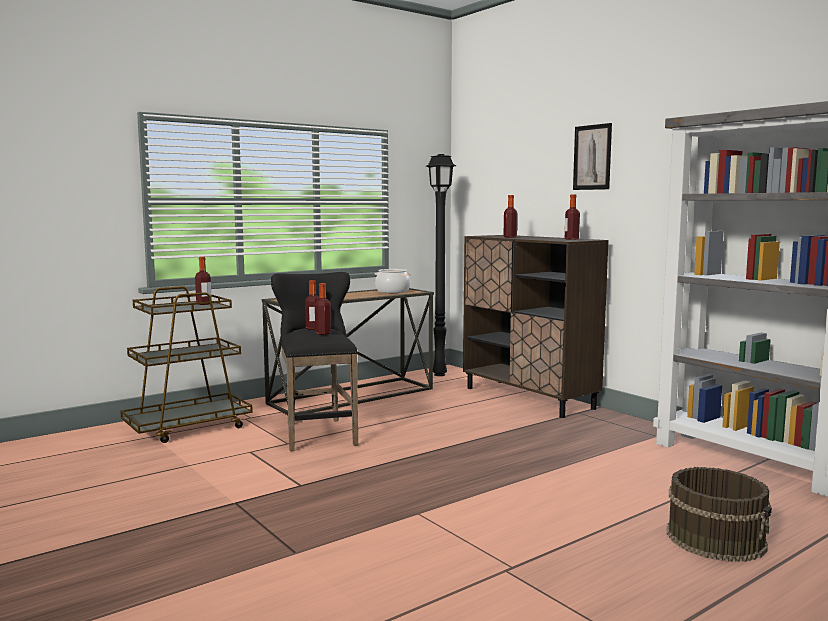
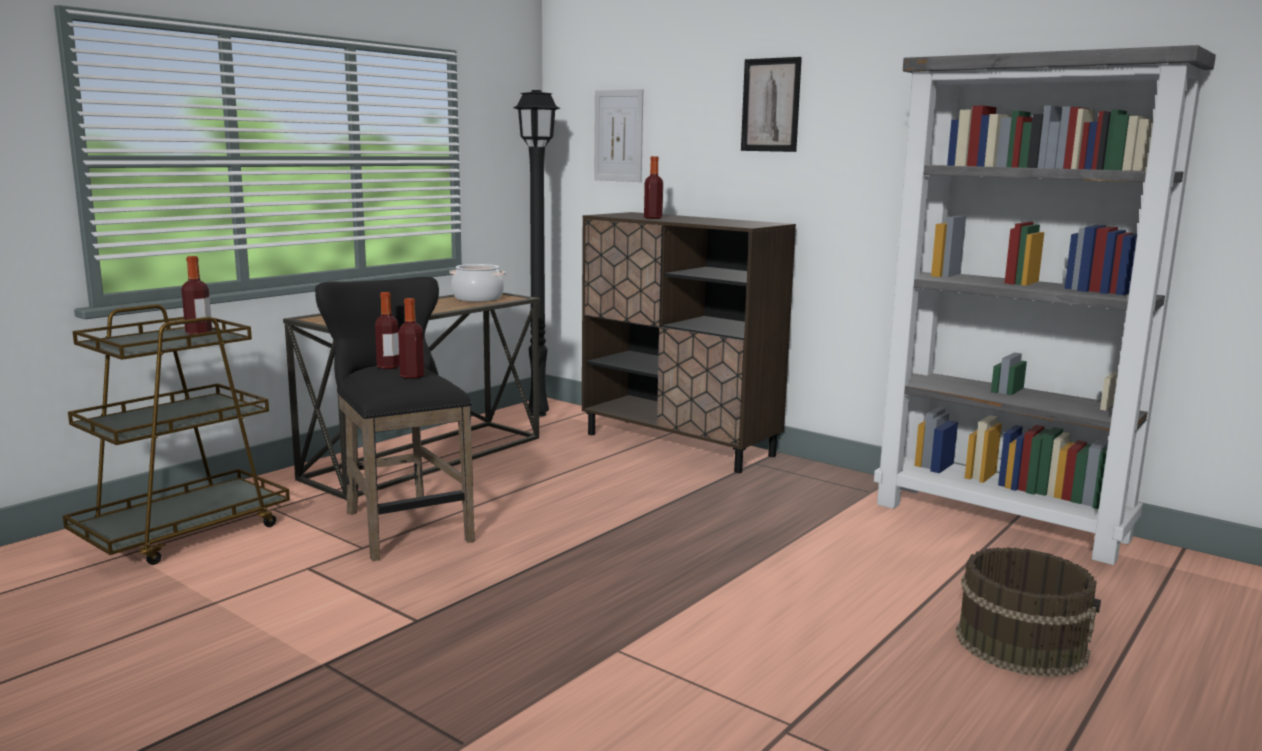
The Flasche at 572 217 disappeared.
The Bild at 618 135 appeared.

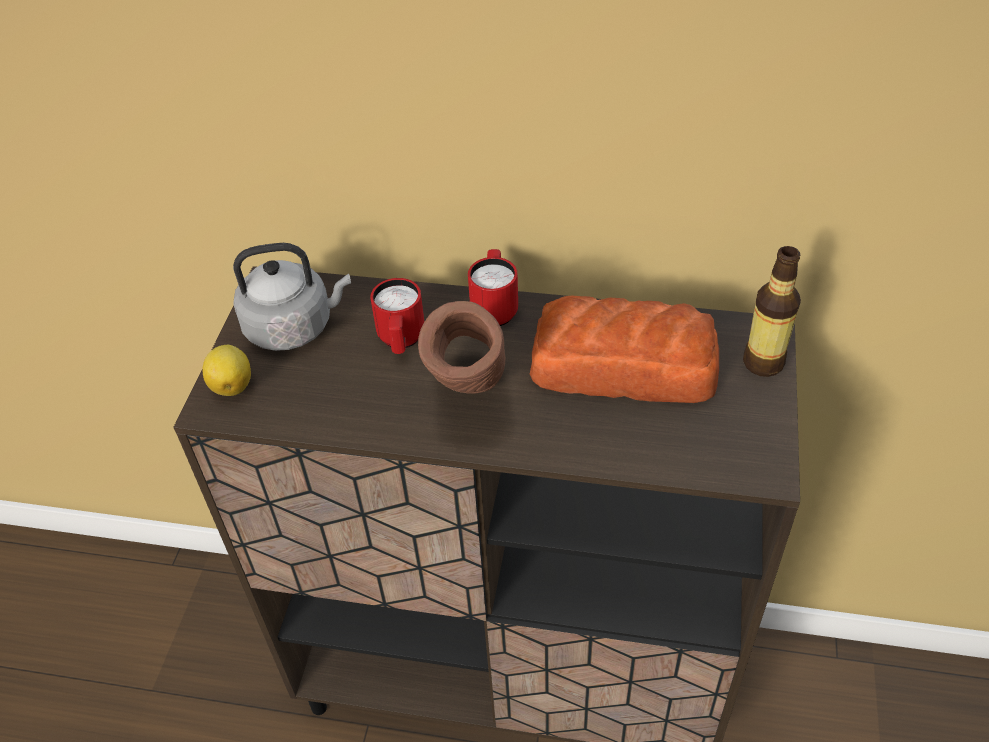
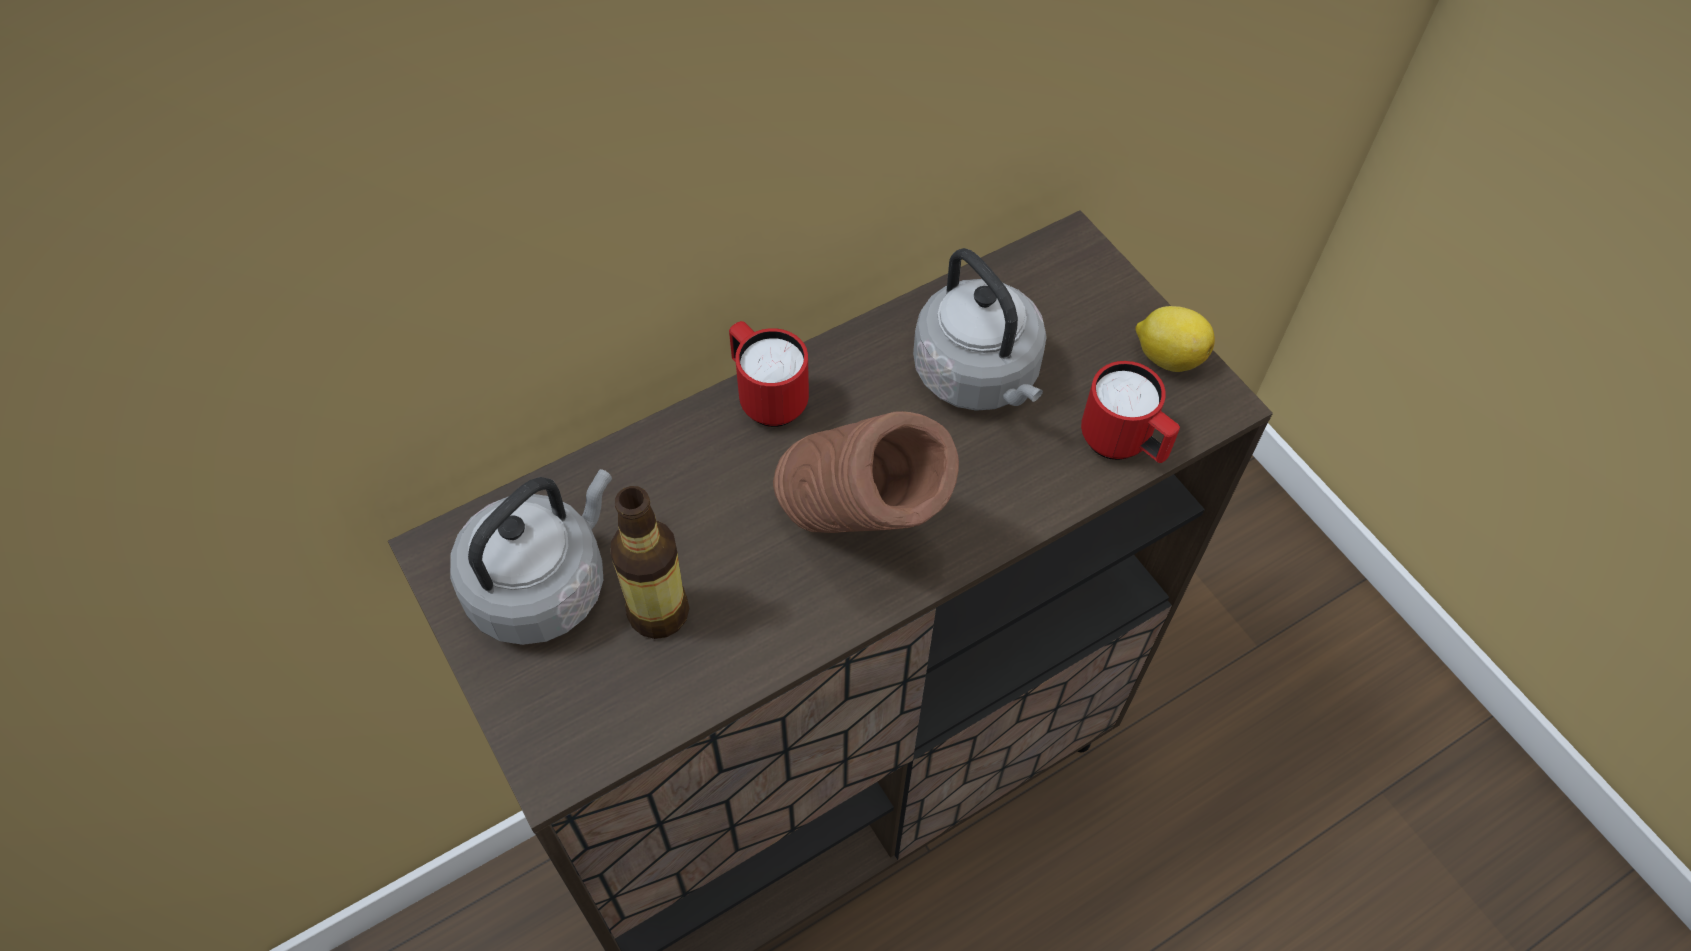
The Flasche moved from 772 311 to 649 562.
The Henkelbecher/rot moved from 397 316 to 1130 412.
The Brot at 624 349 was replaced by the Wasserkessel/grau at 980 329.
The Zitrone moved from 227 370 to 1175 339.

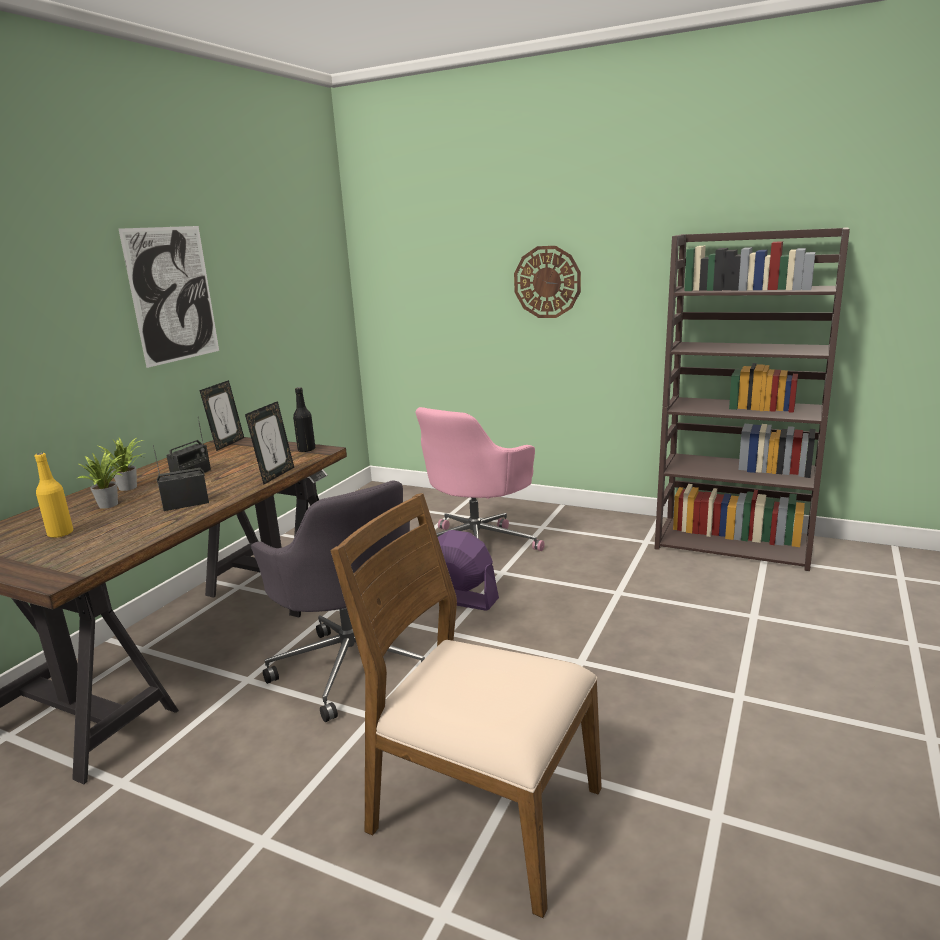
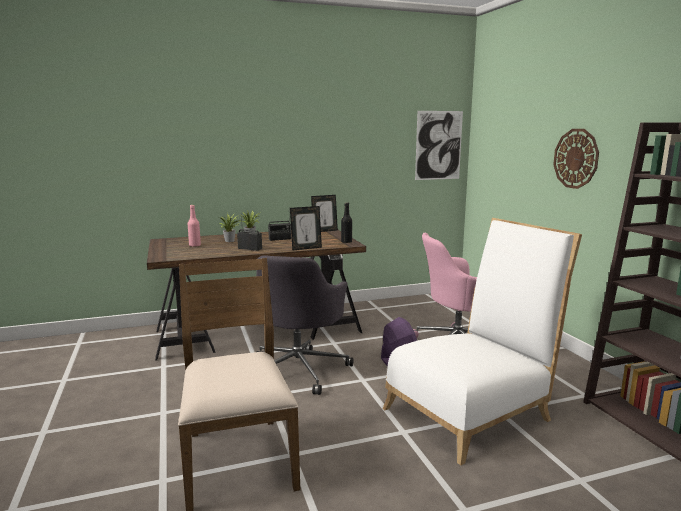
The Bild moved from 169 297 to 439 145.
The Flasche/gelb at 53 495 became the Flasche/rosa at 194 226.
The Stuhl/weiß at 482 341 appeared.

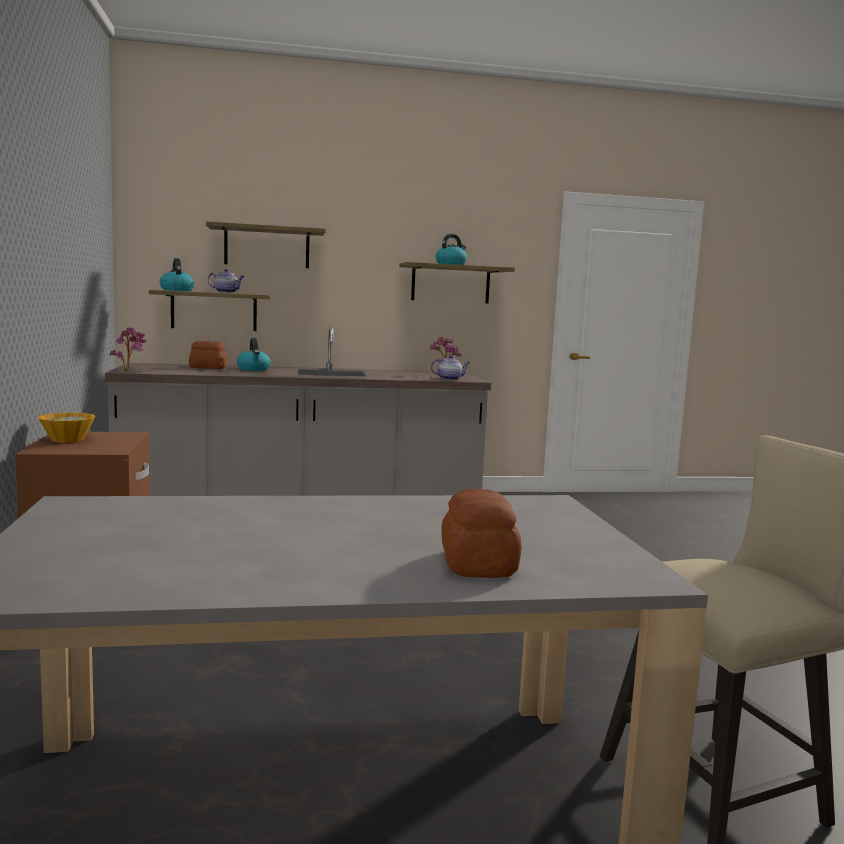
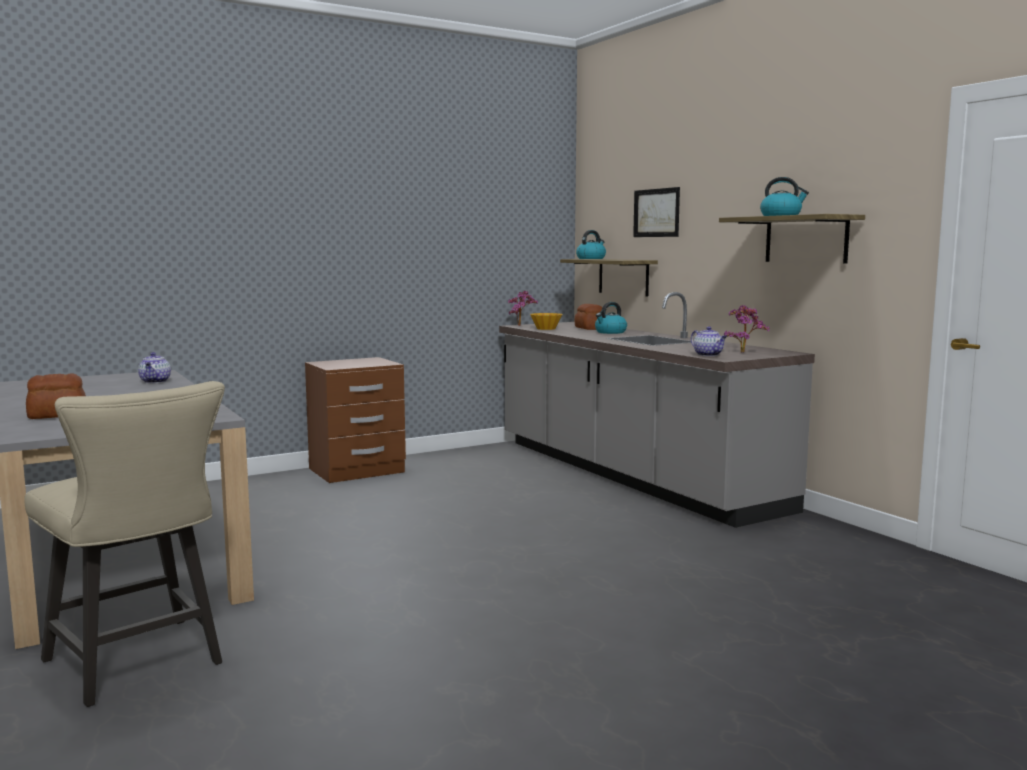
The Wandregal at 266 245 was replaced by the Bild at 656 212.
The Teekanne moved from 226 281 to 154 367.
The Schüssel moved from 67 428 to 546 321.

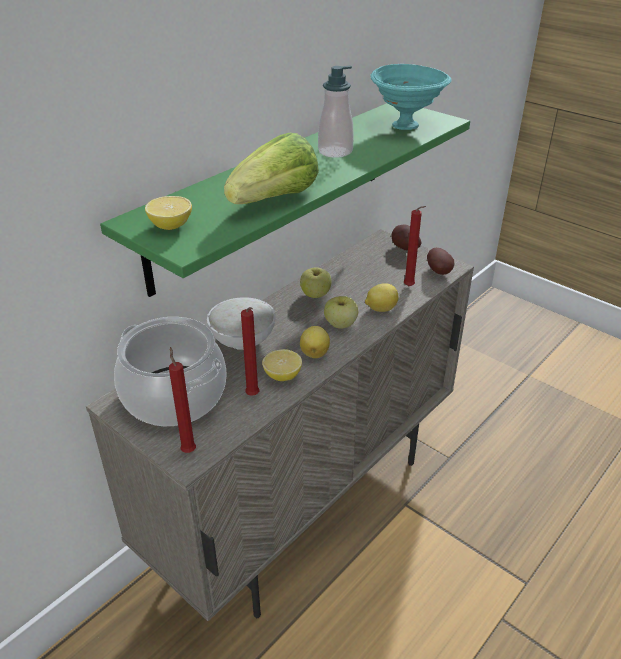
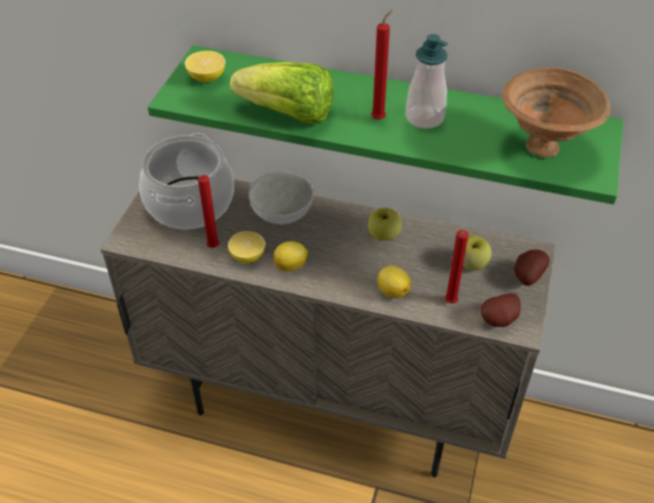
The Schüssel/türkis at 411 97 became the Schüssel/braun at 556 112.
The Apfel moved from 341 312 to 477 252.
The Kerze/rot moved from 182 400 to 382 64.

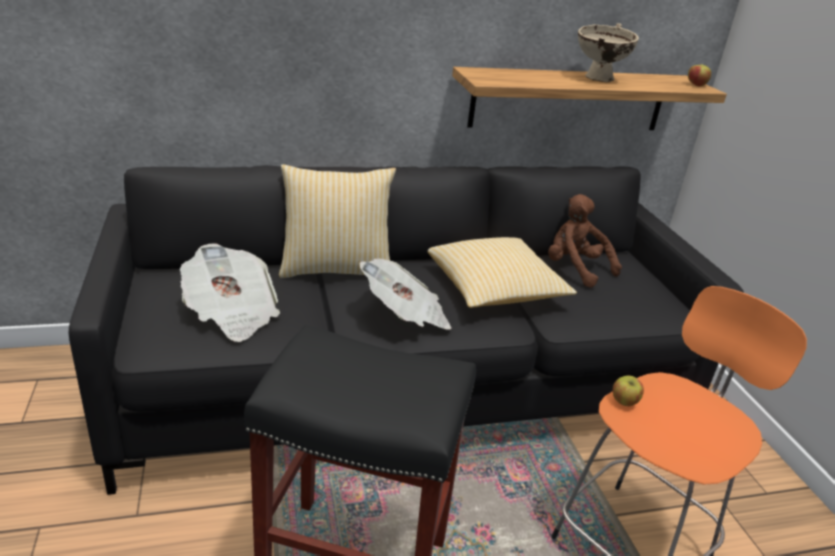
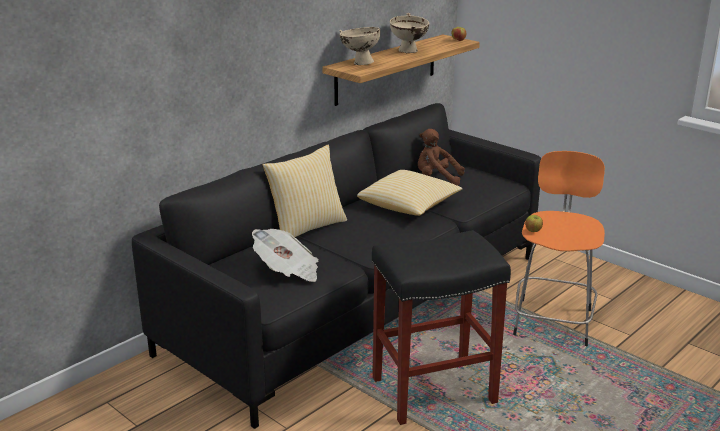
The Zeitung at 406 294 disappeared.
The Schüssel/beige at 359 46 appeared.

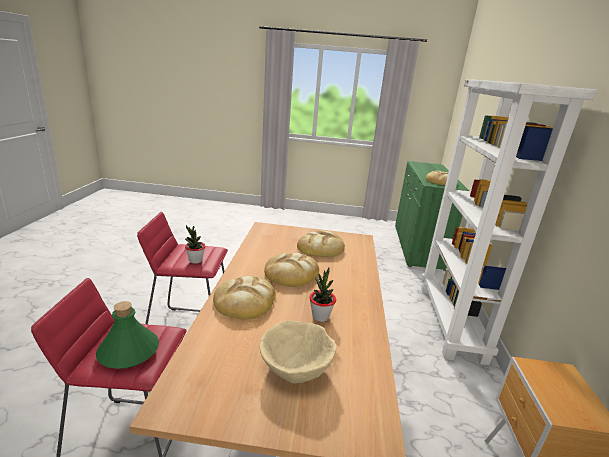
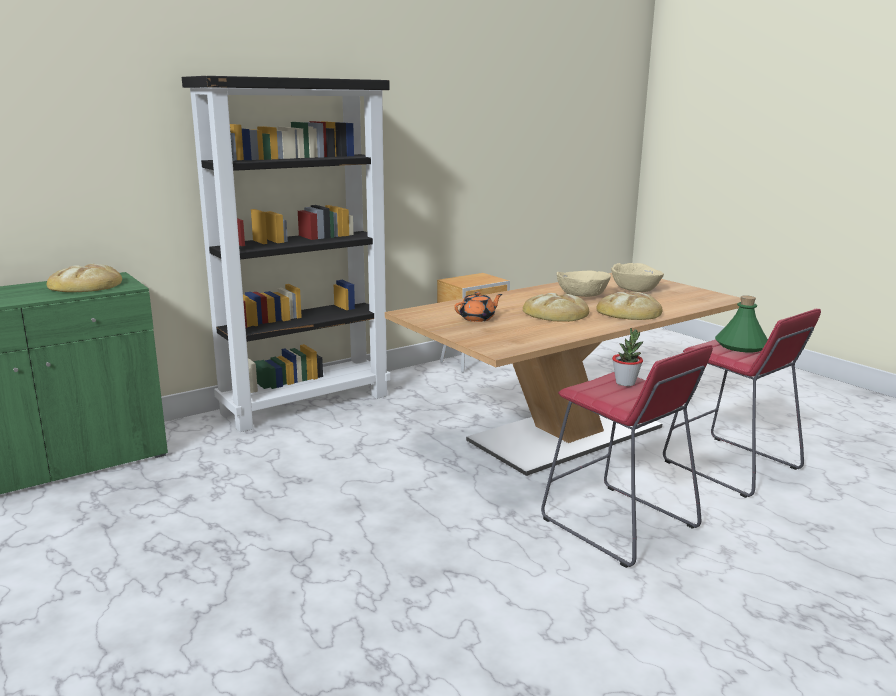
The Bücherregal/weiß at 509 222 became the Bücherregal/schwarz at 286 254.
The Brot at 321 243 was replaced by the Teekanne/orange at 478 307.
The Topfpflanze at 322 294 was replaced by the Schüssel/beige at 584 284.

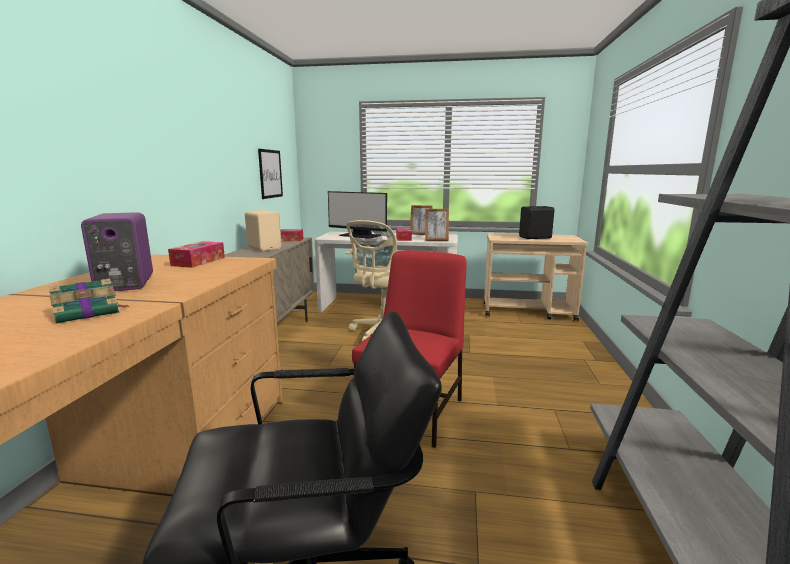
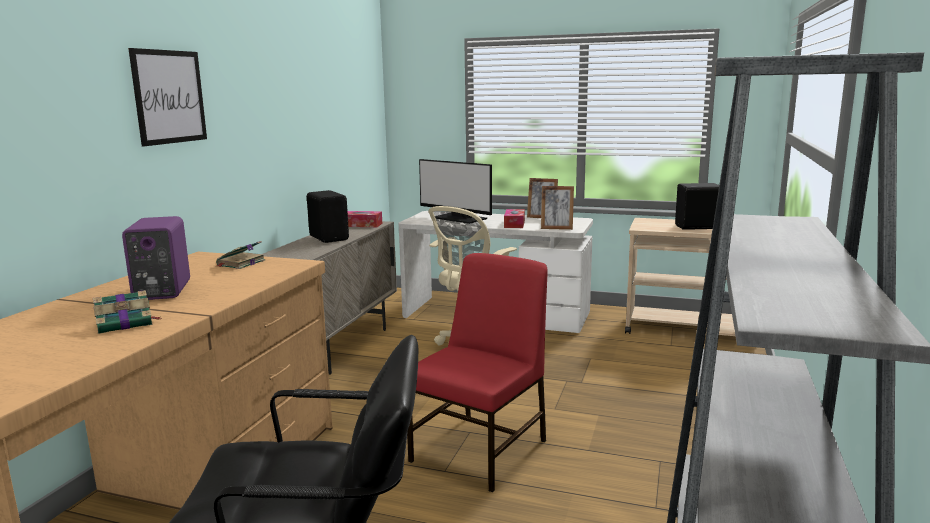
The Bild moved from 270 174 to 167 97.
The Lautsprecher/beige at 263 230 became the Lautsprecher/schwarz at 328 216.
The Taschentuchbox at 196 254 was replaced by the Buch at 240 255.

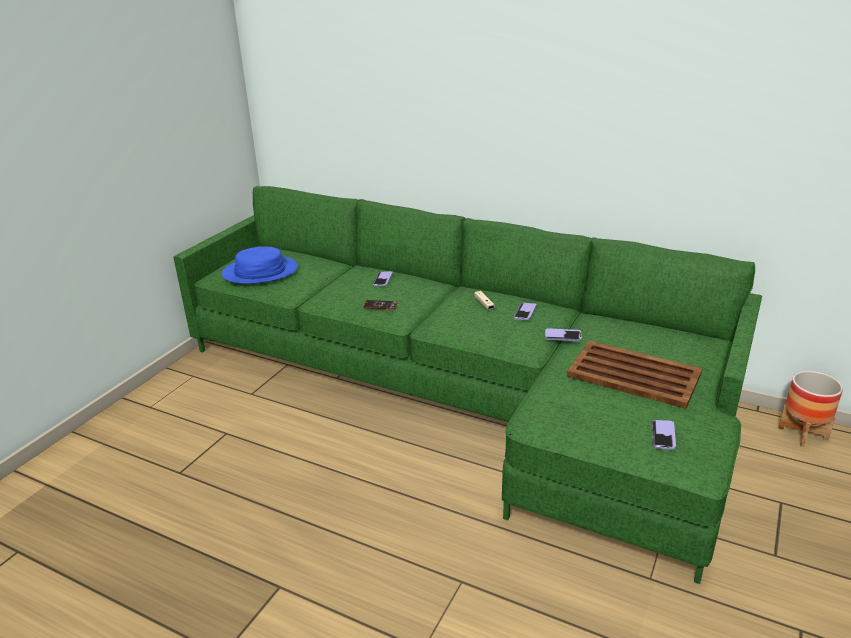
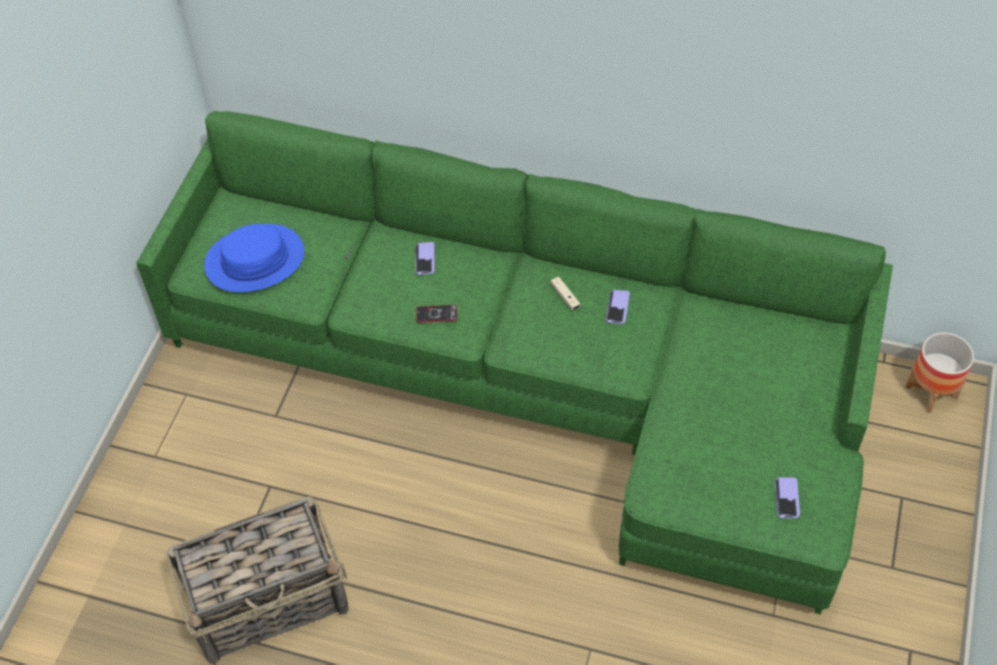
The Handy at 563 334 disappeared.
The Tablett/braun at 635 375 disappeared.
The Korb at 257 580 appeared.

